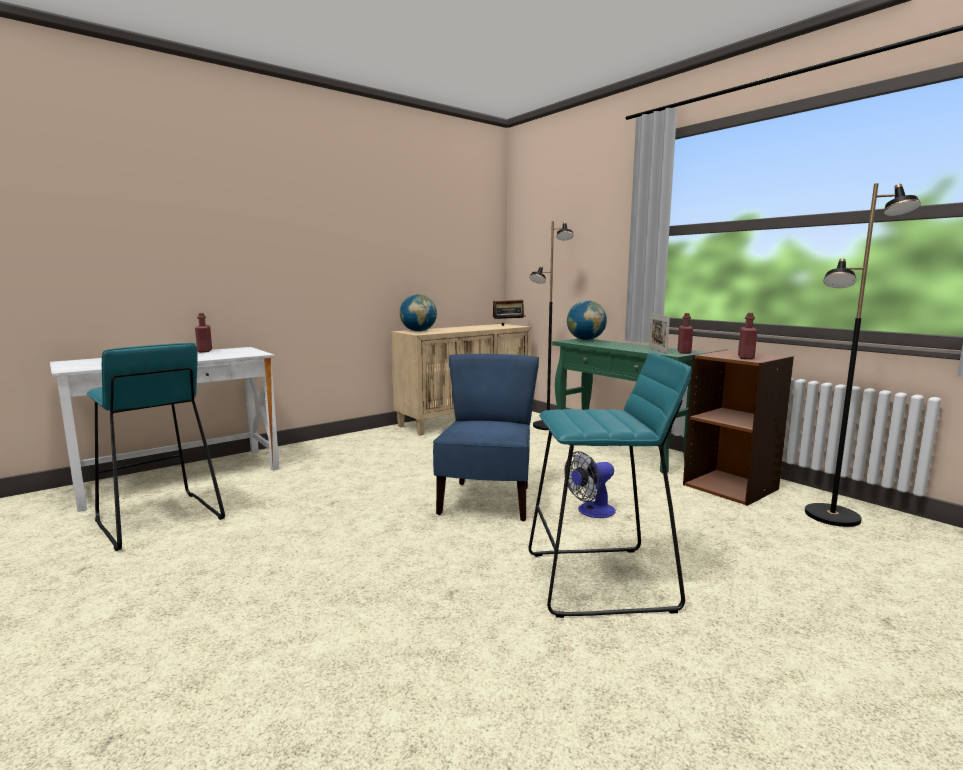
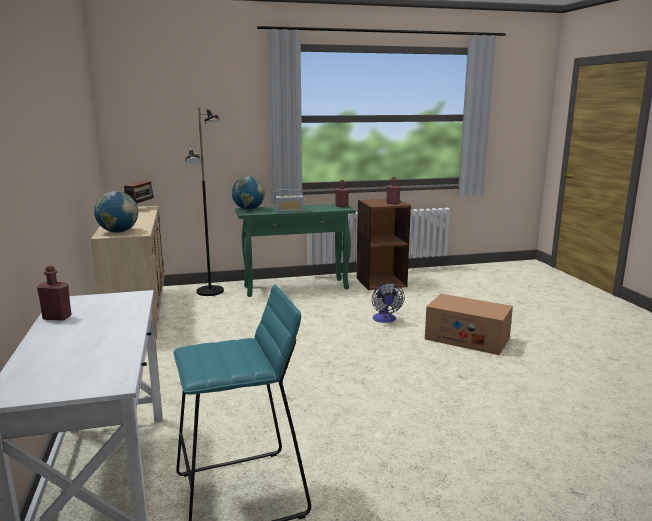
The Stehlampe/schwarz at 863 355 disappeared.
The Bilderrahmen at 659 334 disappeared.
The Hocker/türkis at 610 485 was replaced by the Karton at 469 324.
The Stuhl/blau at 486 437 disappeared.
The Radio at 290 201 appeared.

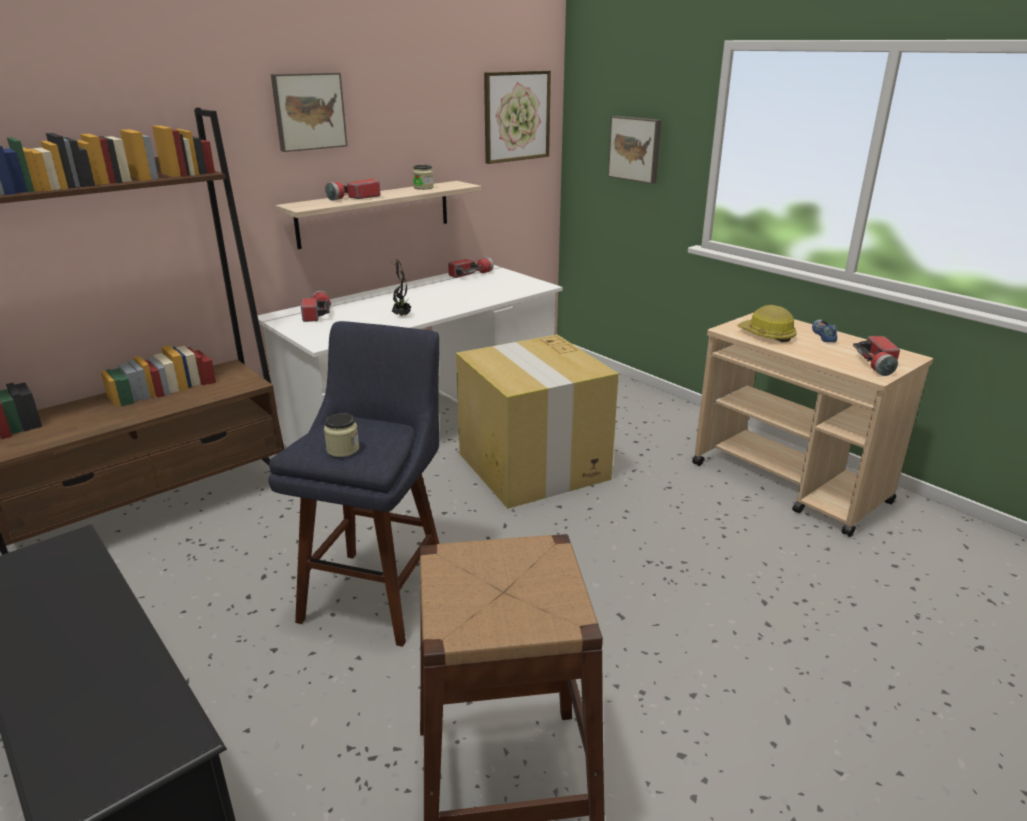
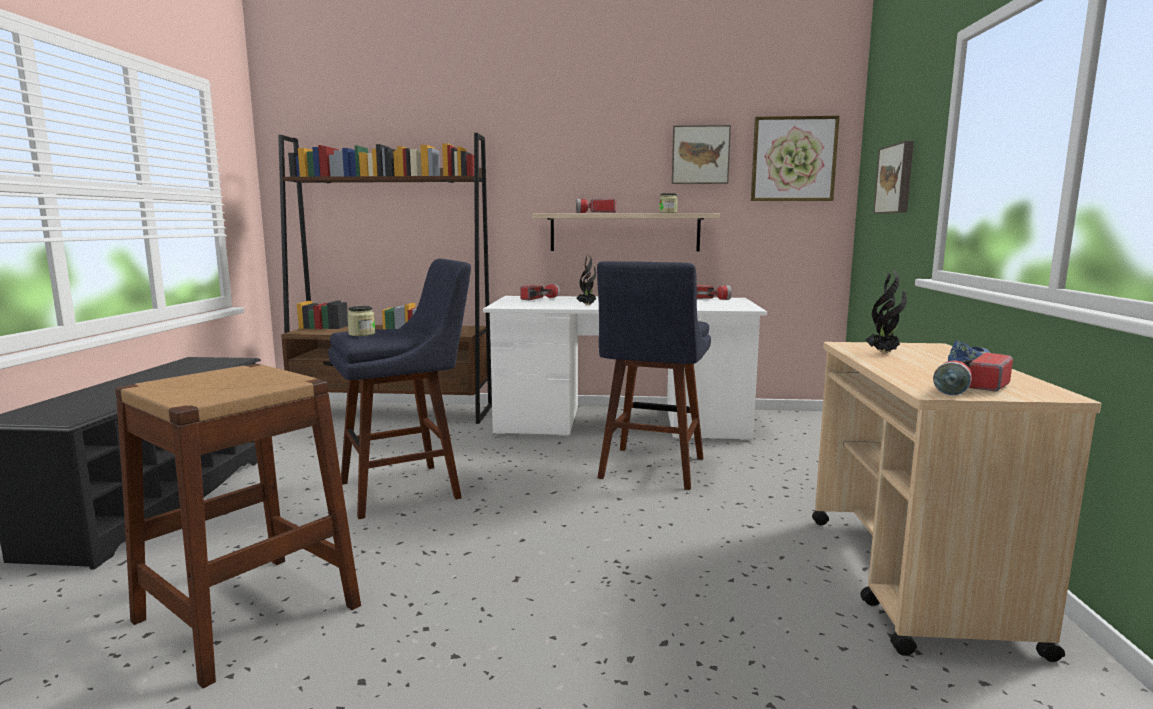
The Bild moved from 309 112 to 701 154.
The Schutzhelm at 767 323 was replaced by the Topfpflanze at 886 311.
The Karton at 537 422 was replaced by the Hocker/blau at 654 375.

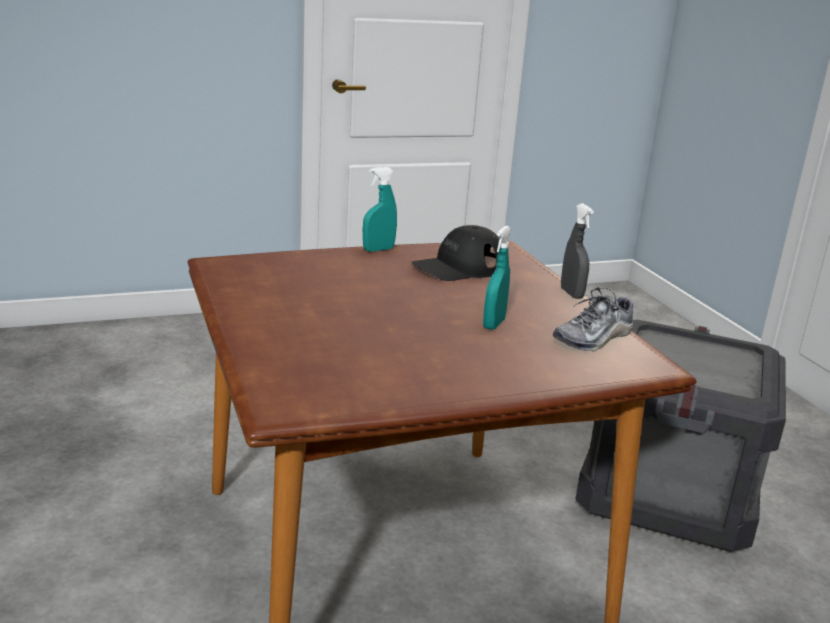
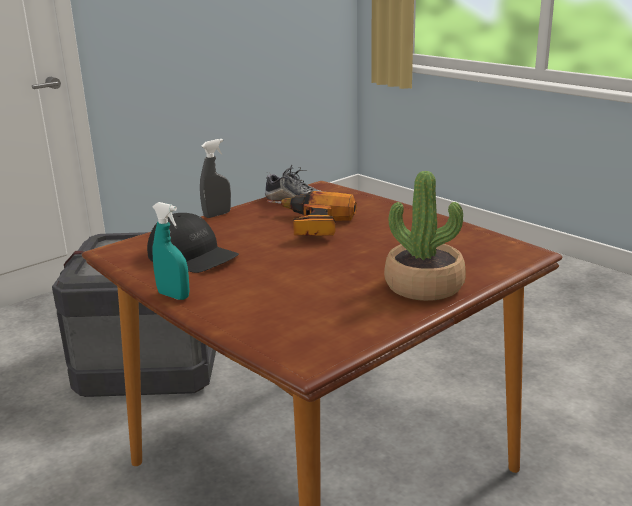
The Sprühflasche/türkis at 497 278 was replaced by the Bohrmaschine at 312 213.
The Topfpflanze at 425 236 appeared.

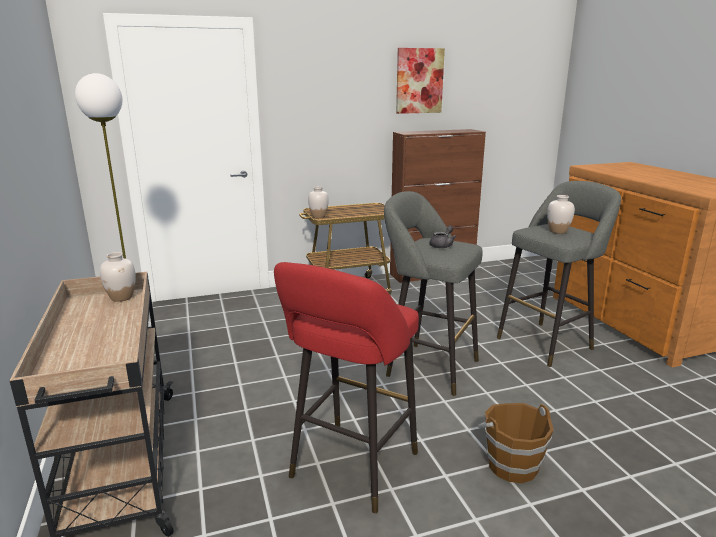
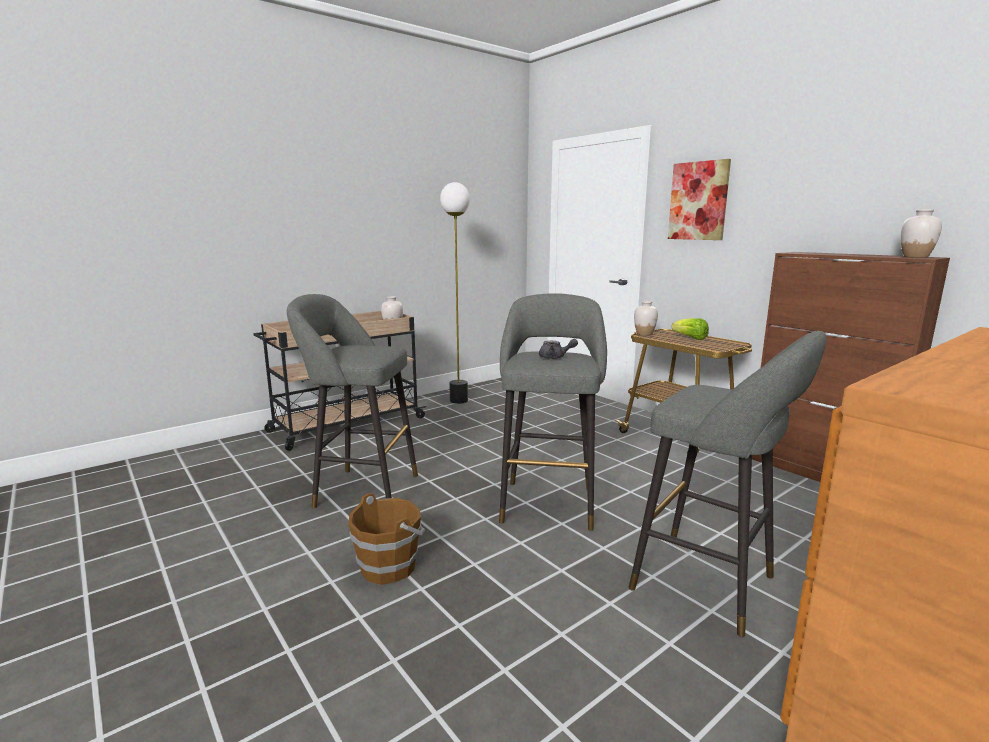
The Bild moved from 420 81 to 699 199.
The Vase/weiß moved from 561 214 to 921 233.
The Hocker/rot at 346 387 became the Hocker/grau at 352 401.
The Salatkopf at 690 329 appeared.

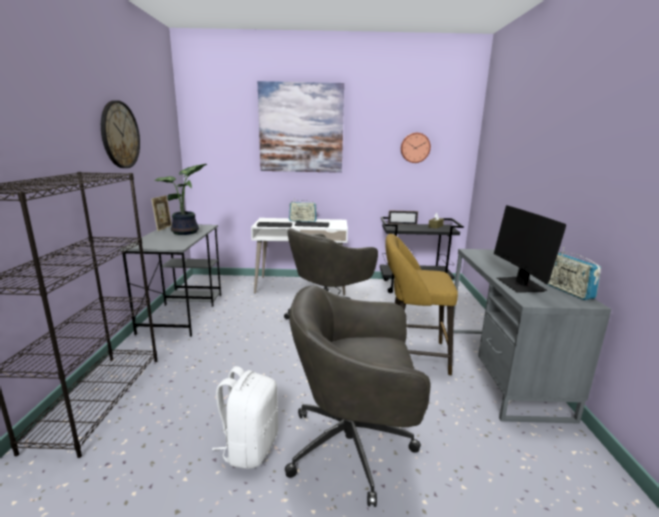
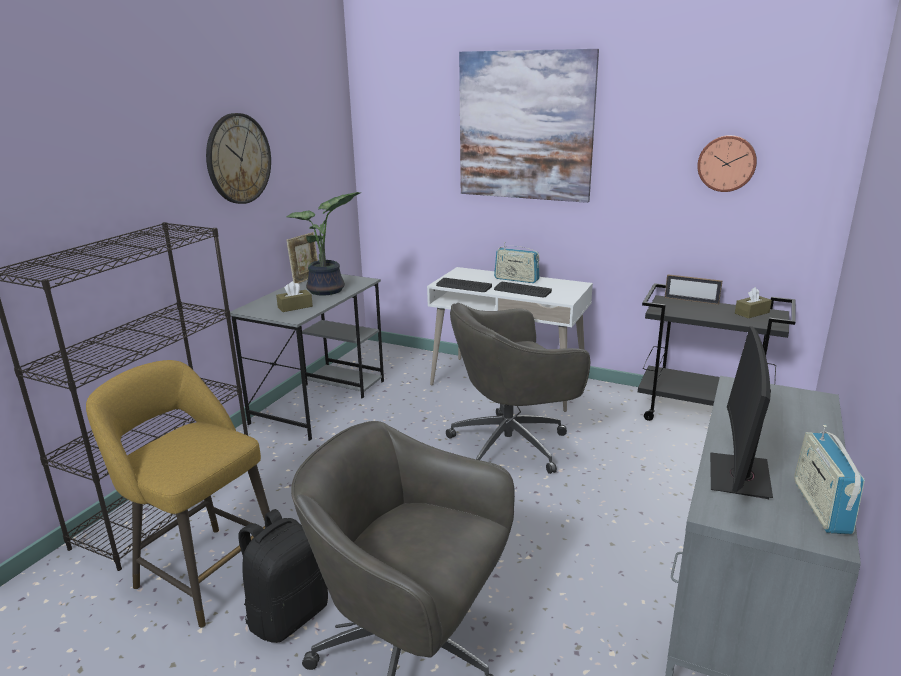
The Hocker/gelb moved from 421 305 to 178 494.
The Rucksack/weiß at 245 417 became the Rucksack/schwarz at 283 576.
The Taschentuchbox/braun at 294 296 appeared.

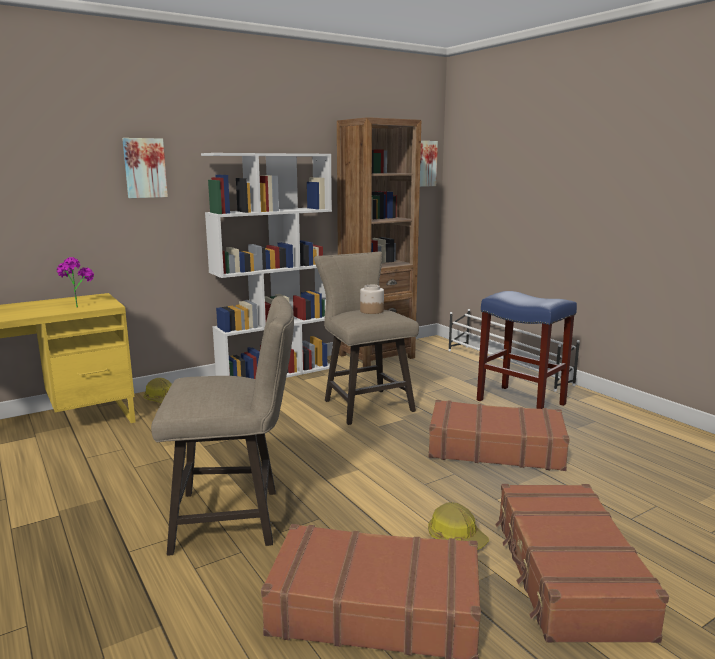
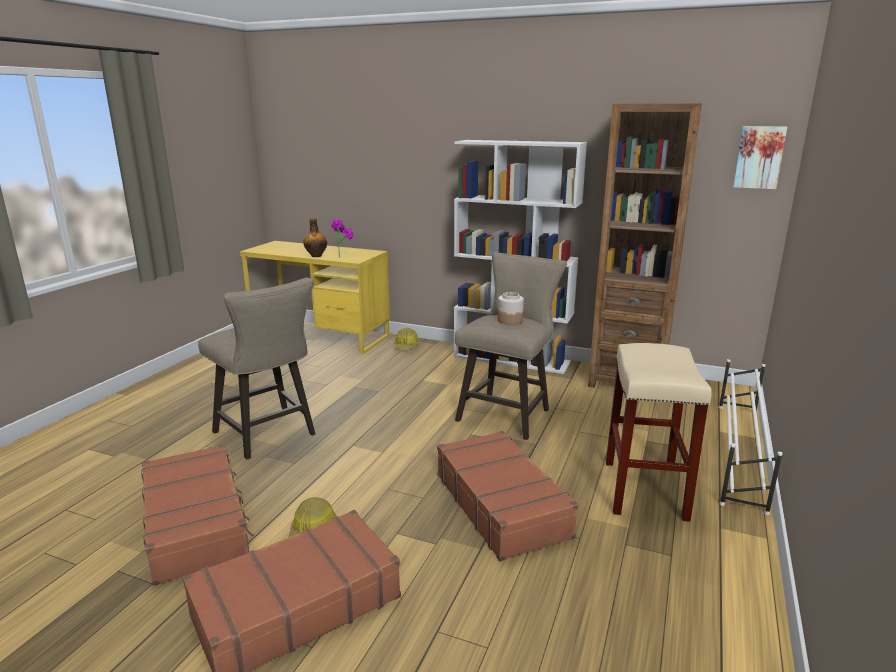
The Bild at 145 168 disappeared.
The Hocker/blau at 527 350 became the Hocker/beige at 659 432.
The Flasche at 315 237 appeared.

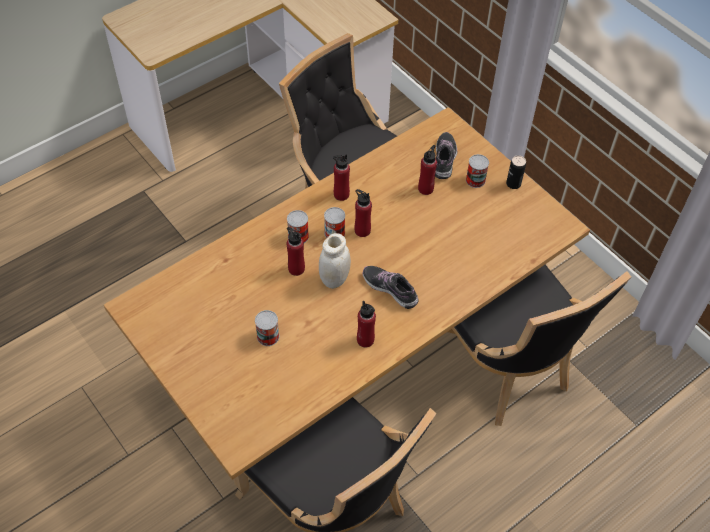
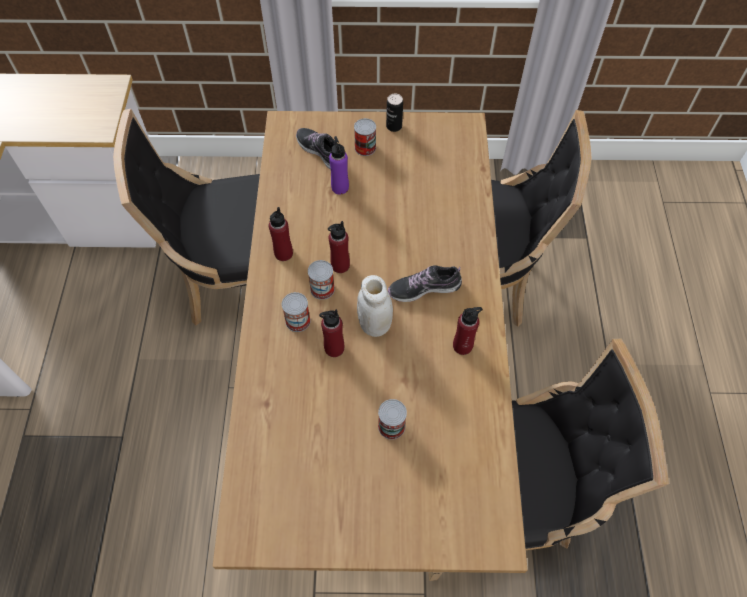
The Flasche/rot at 427 170 became the Flasche/lila at 339 165.

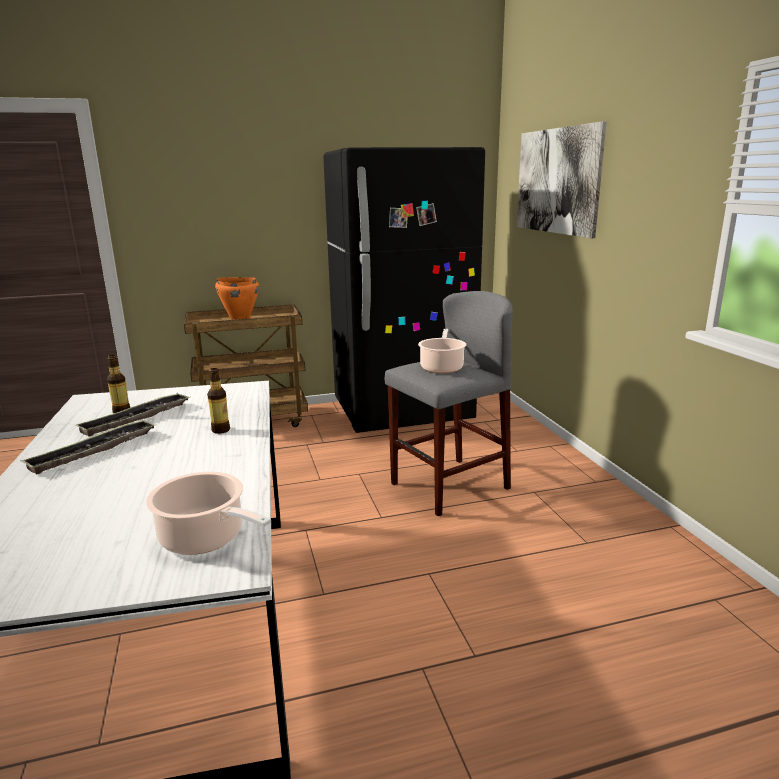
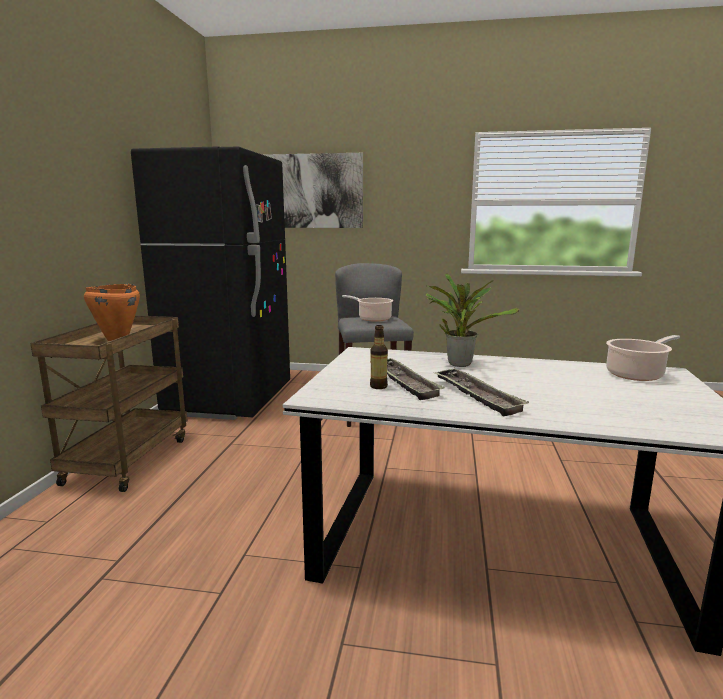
The Flasche at 218 401 was replaced by the Topfpflanze at 472 320.

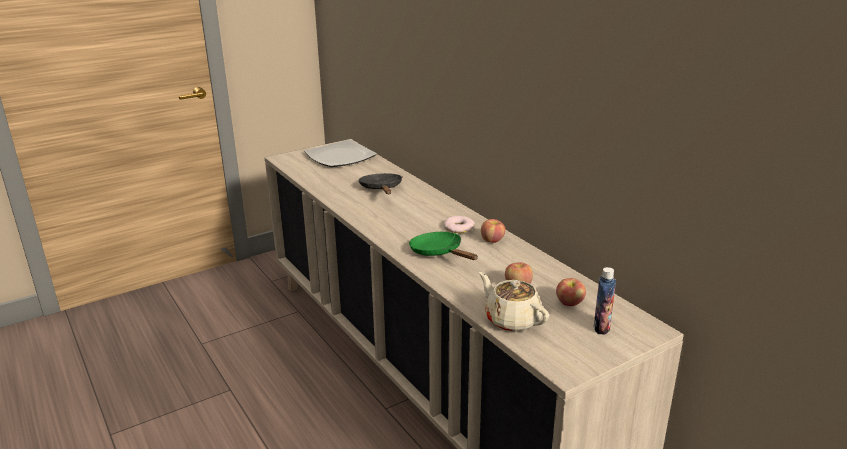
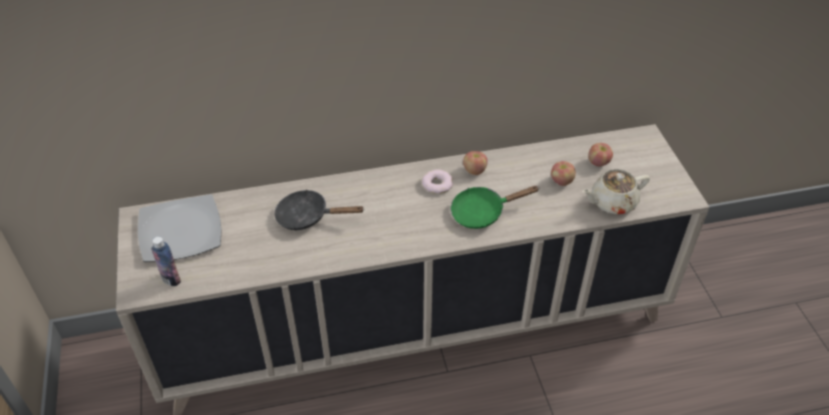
The Flasche moved from 605 301 to 166 261.

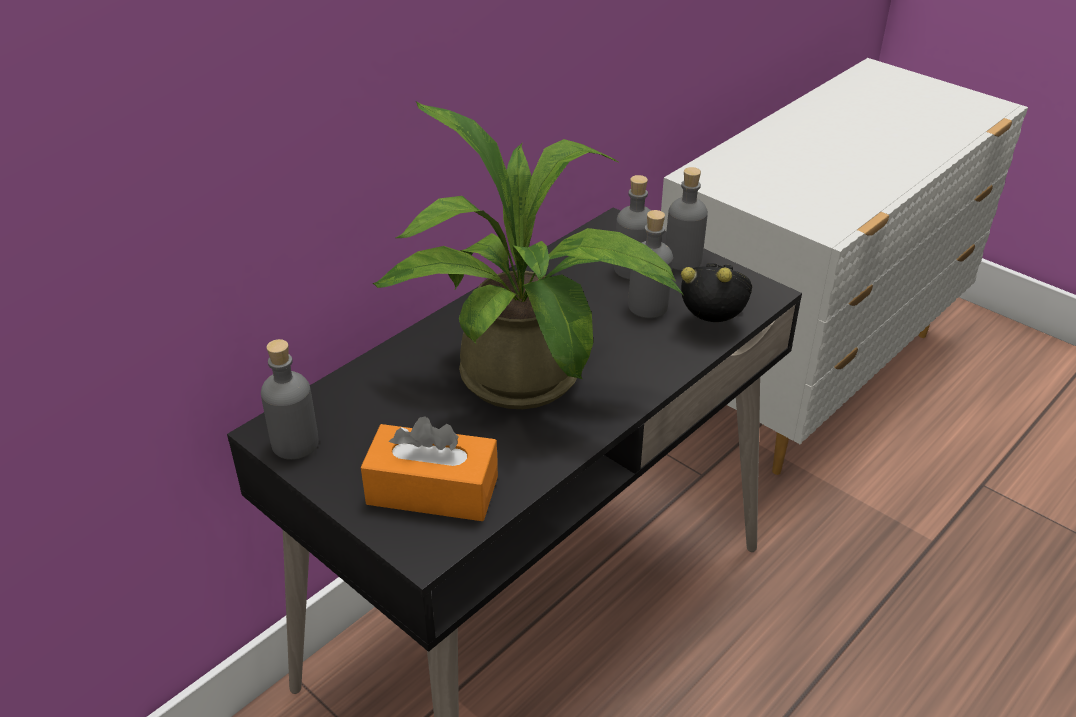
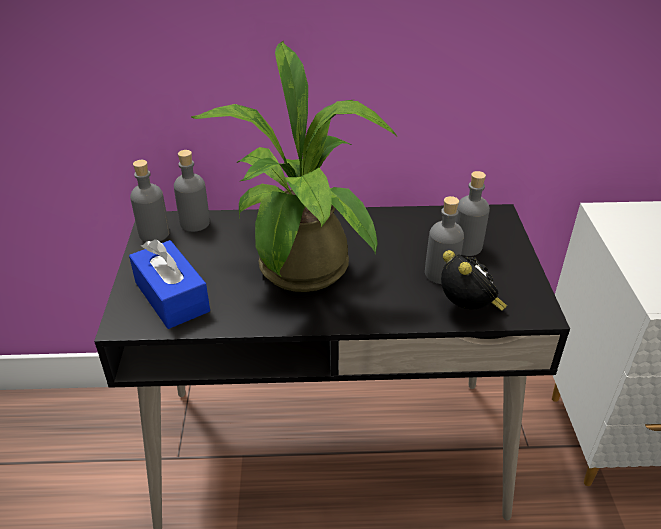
The Flasche/grau moved from 686 219 to 192 191.
The Taschentuchbox/orange at 429 468 became the Taschentuchbox/blau at 169 284.

